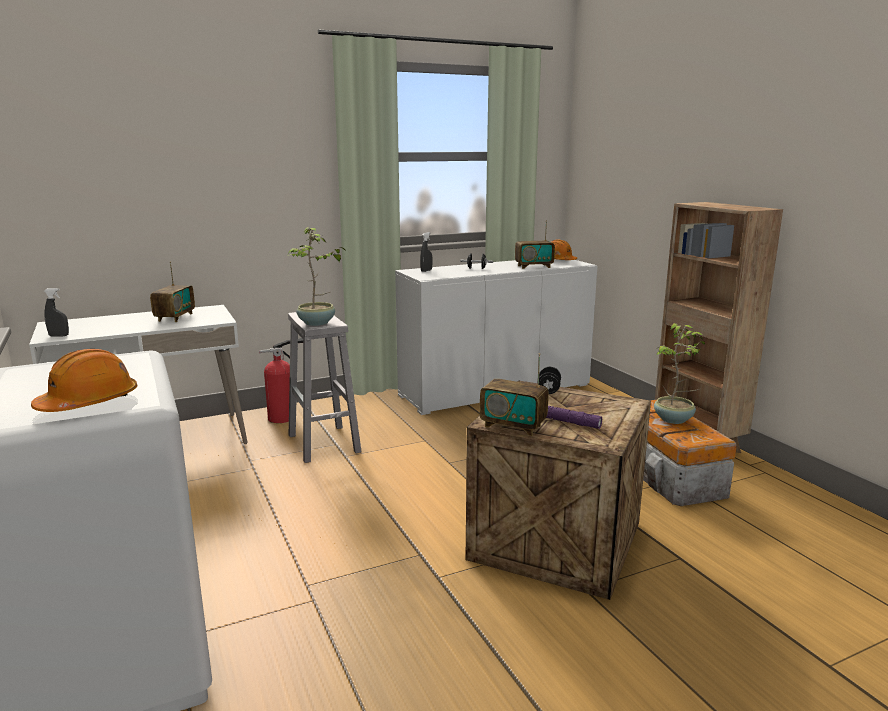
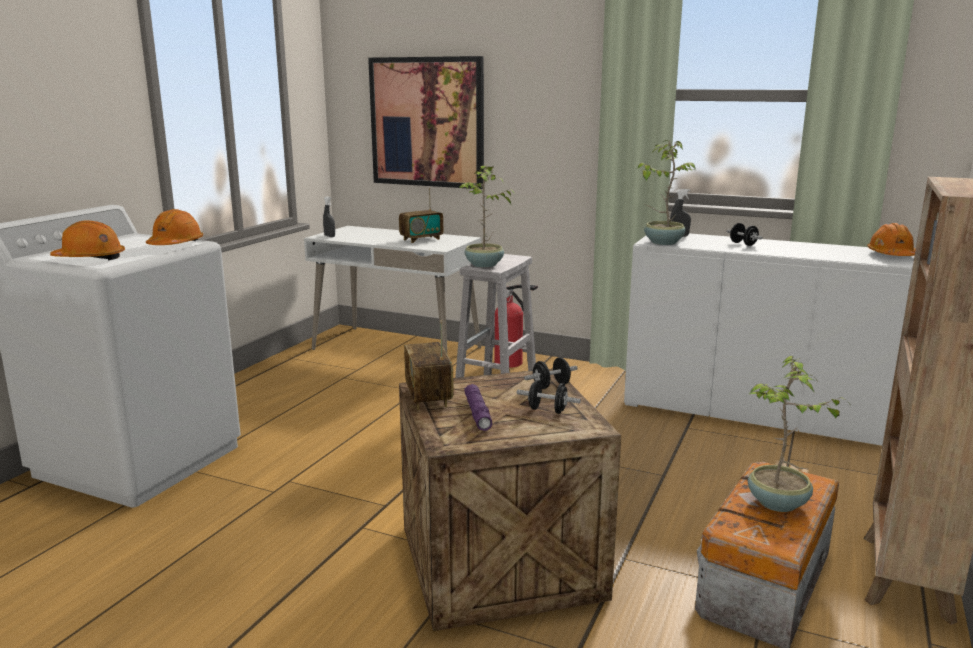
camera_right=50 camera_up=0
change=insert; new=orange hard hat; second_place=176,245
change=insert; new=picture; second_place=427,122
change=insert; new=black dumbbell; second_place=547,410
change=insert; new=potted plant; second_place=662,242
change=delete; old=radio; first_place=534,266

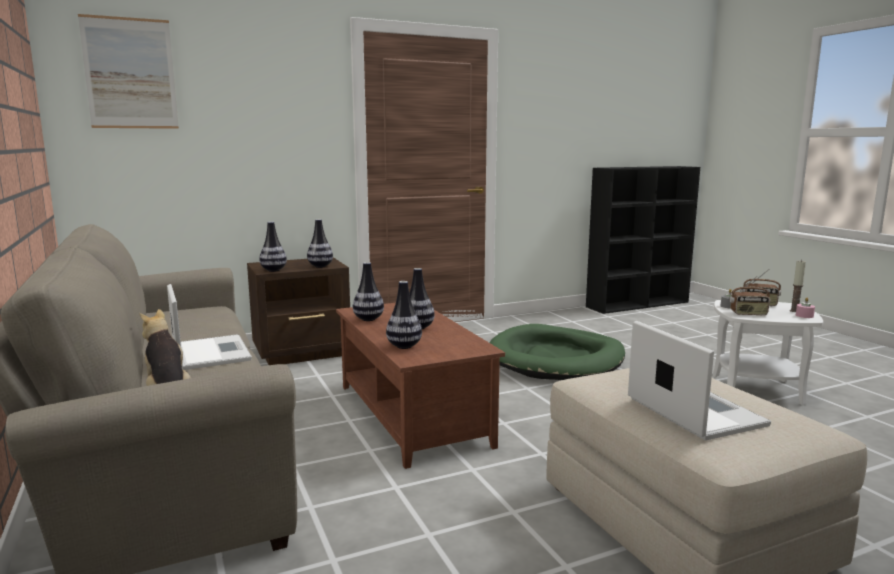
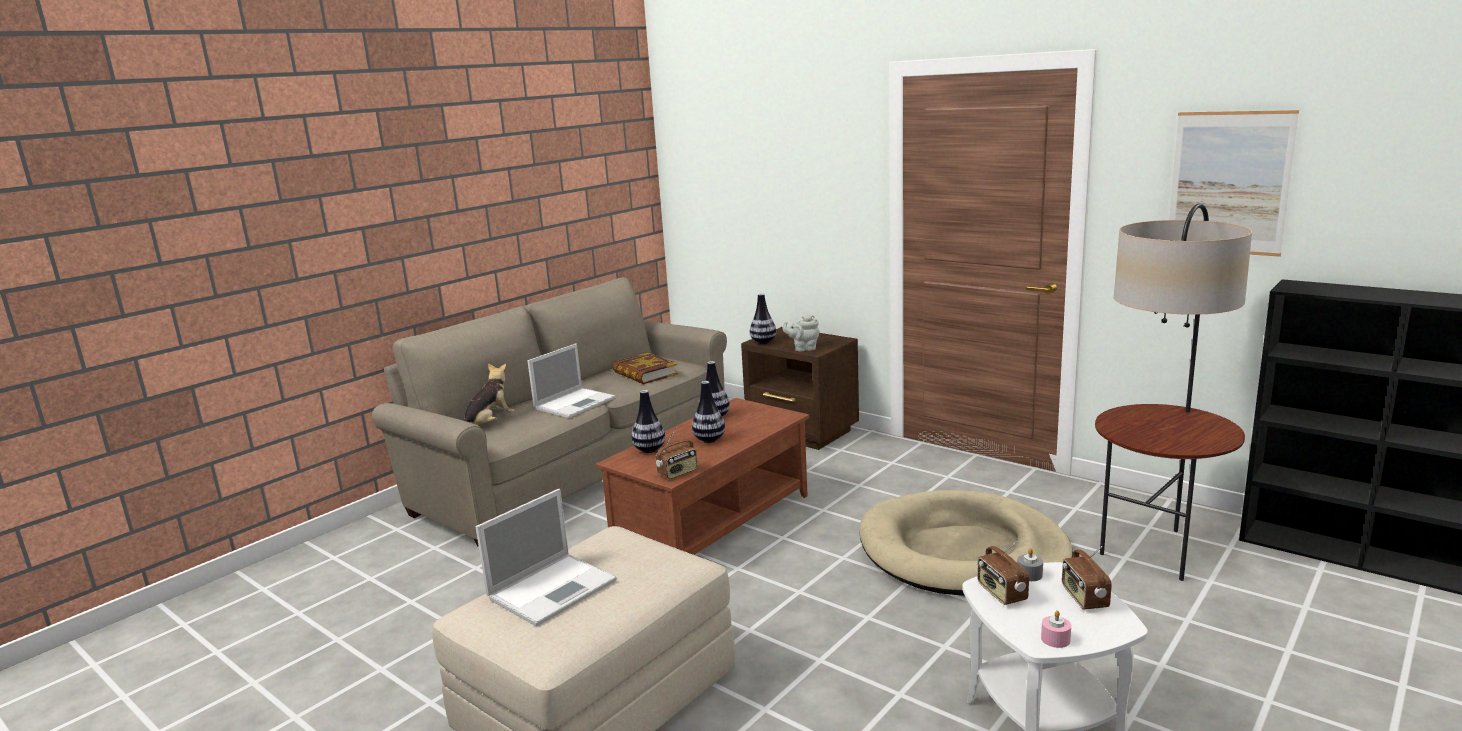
camera_right=65 camera_up=5
change=insert; new=book; second_place=645,374
change=insert; new=radio; second_place=678,473
change=replace; old=vase; new=grey teapot; first_place=320,266; second_place=803,348
change=recolor; old=green dog bed; new=beige dog bed; first_place=555,359; second_place=962,551
change=insert; new=floor lamp; second_place=1156,550
change=move; old=picture; first_place=130,73; second_place=1229,183
change=delete; old=candle; first_place=794,311

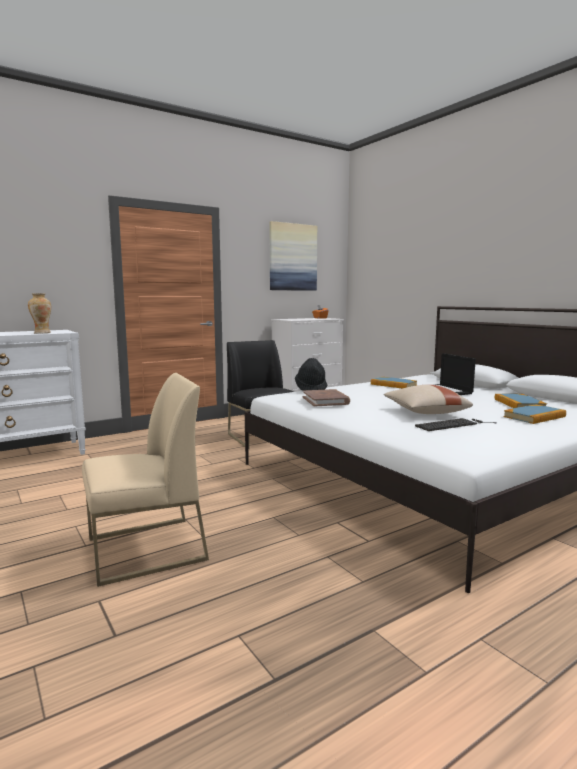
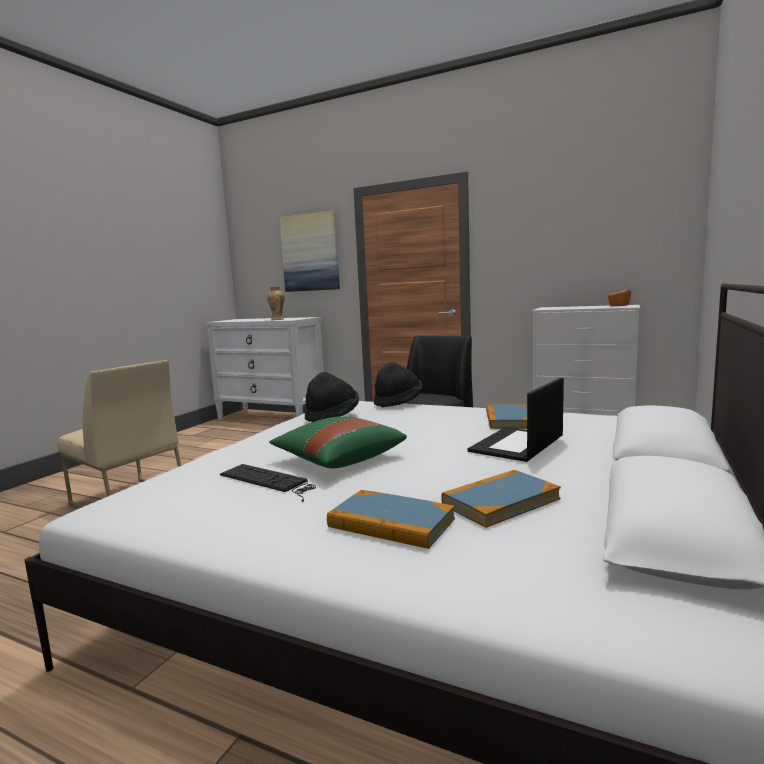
camera_right=60 camera_up=0
change=recolor; old=beige pillow; new=green pillow; first_place=425,412; second_place=338,459
change=move; old=picture; first_place=292,257; second_place=310,253
change=replace; old=brown book; new=black hat; first_place=325,400; second_place=332,416

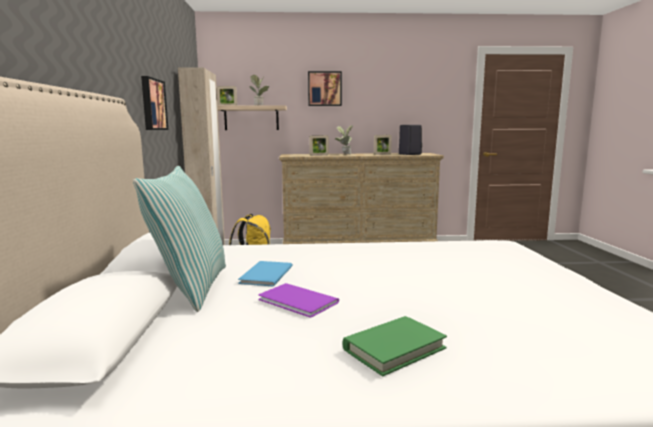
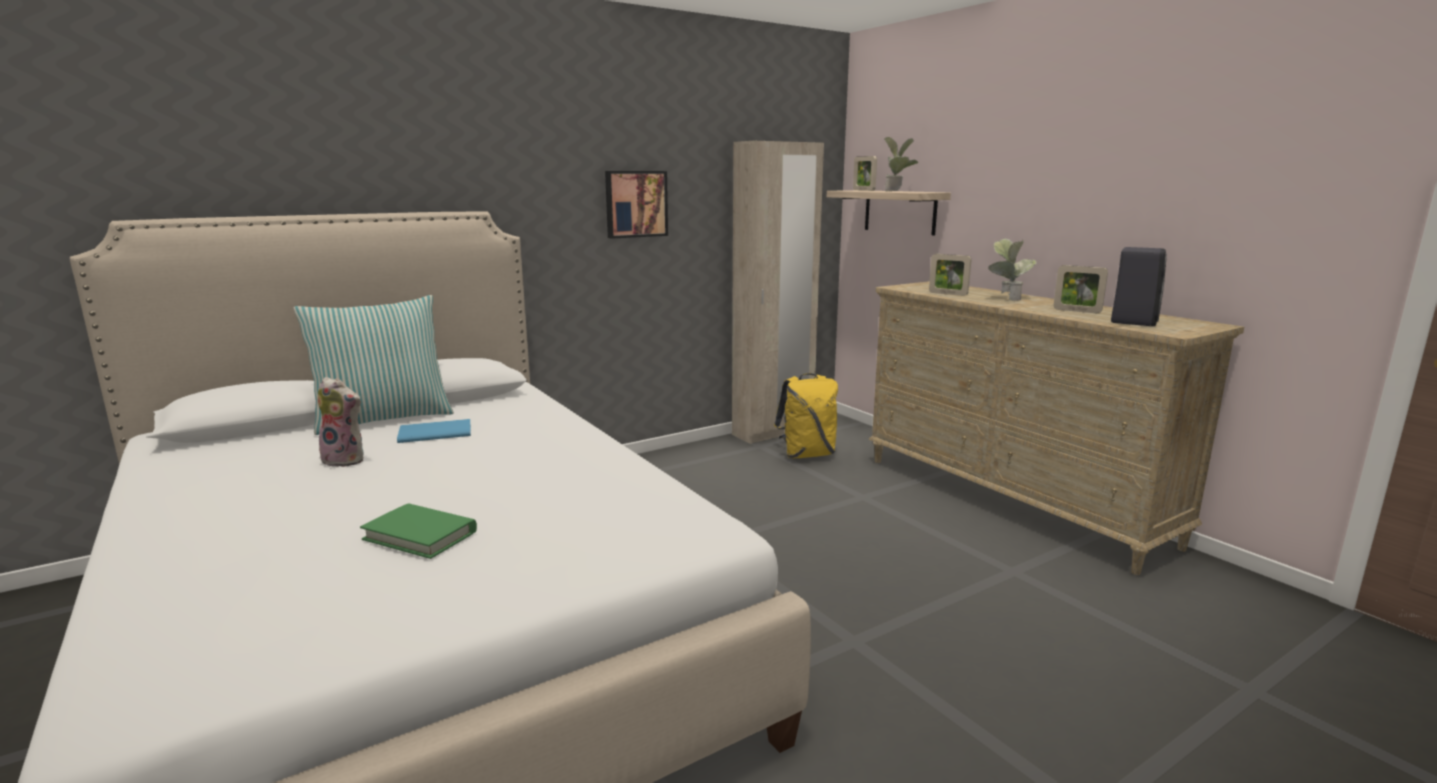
camera_right=60 camera_up=5
change=replace; old=purple book; new=plush toy; first_place=298,302; second_place=347,460
change=move; old=green book; first_place=394,349; second_place=420,535
change=delete; old=picture; first_place=324,89

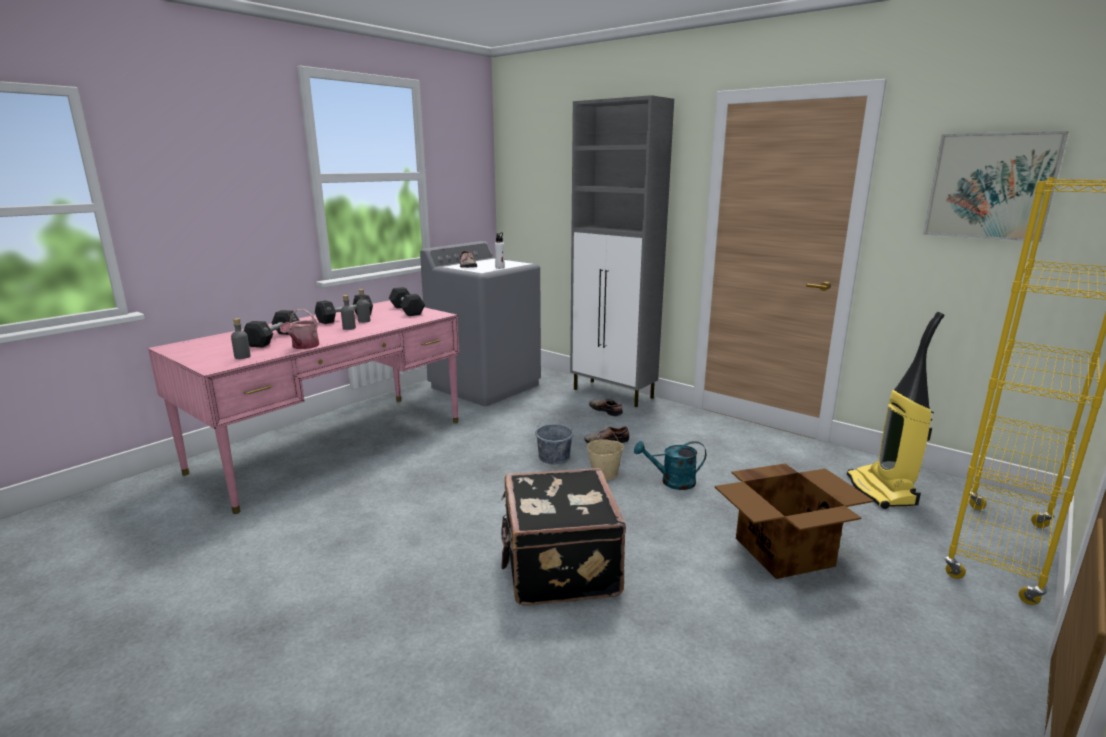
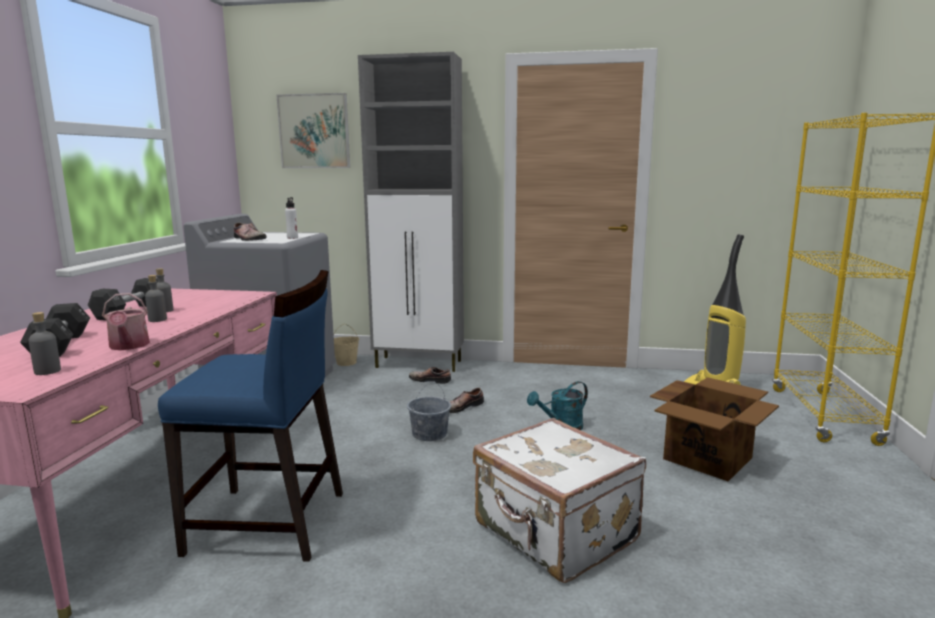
camera_right=-30 camera_up=-5
change=insert; new=blue chair; second_place=268,523
change=move; old=picture; first_place=990,186; second_place=314,131
change=move; old=beige bucket; first_place=605,474; second_place=346,363
change=recolor; old=black suitcase; new=white suitcase; first_place=558,567; second_place=554,534
change=delete; old=black dumbbell; first_place=407,310

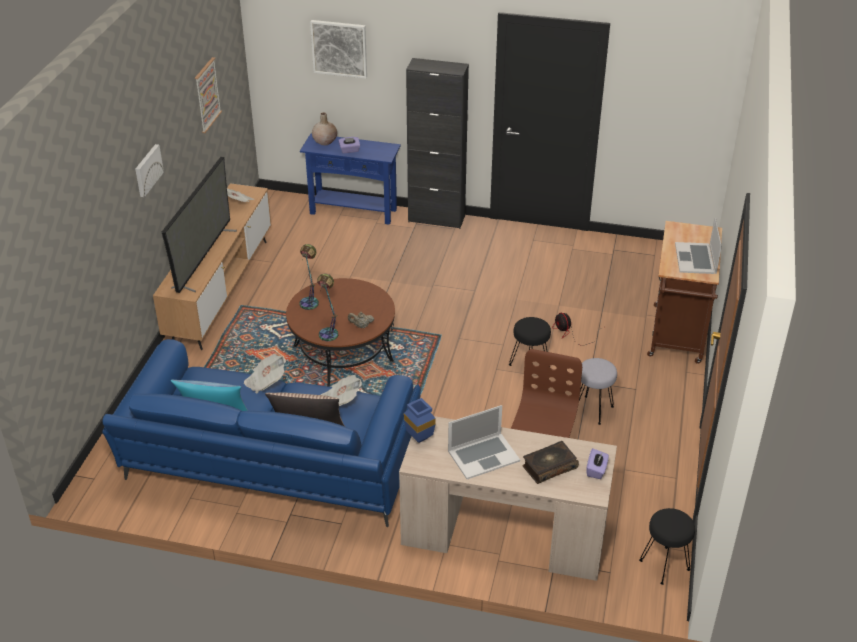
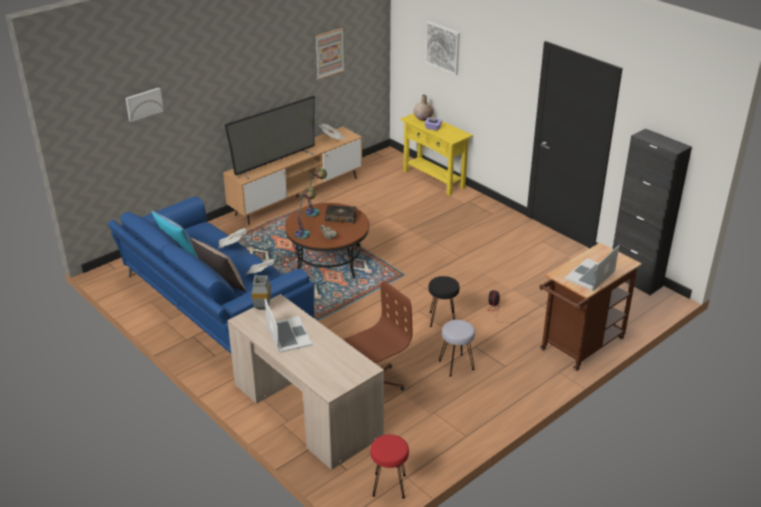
camera_right=35 camera_up=-5
change=move; old=picture; first_place=147,170; second_place=143,104
change=recolor; old=blue vase; new=grey vase; first_place=418,438; second_place=262,307
change=rotate; old=laptop; first_place=483,455; second_place=288,335; degrees=-120
change=move; old=book; first_place=549,467; second_place=341,217
change=recolor; old=black stool; new=red stool; first_place=664,566; second_place=389,486
change=recolor; old=blue console table; new=yellow console table; first_place=353,211; second_place=434,179
change=move; old=black cabinet; first_place=436,219; second_place=635,280
change=delete; old=purple tissue box; first_place=596,470

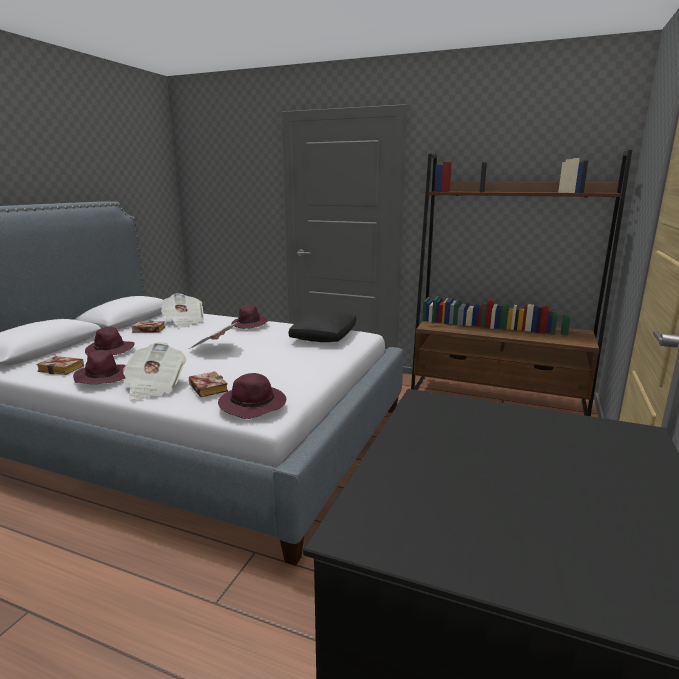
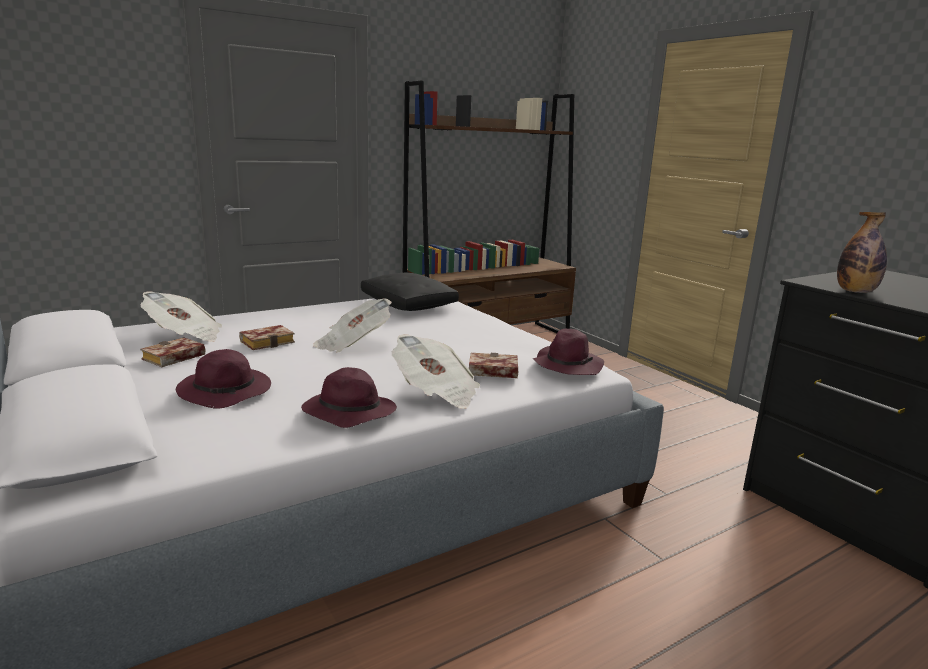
camera_right=-55 camera_up=0
change=move; old=book; first_place=63,369; second_place=268,341
change=insert; new=bottle; second_place=855,292
change=delete; old=purple hat; first_place=249,325

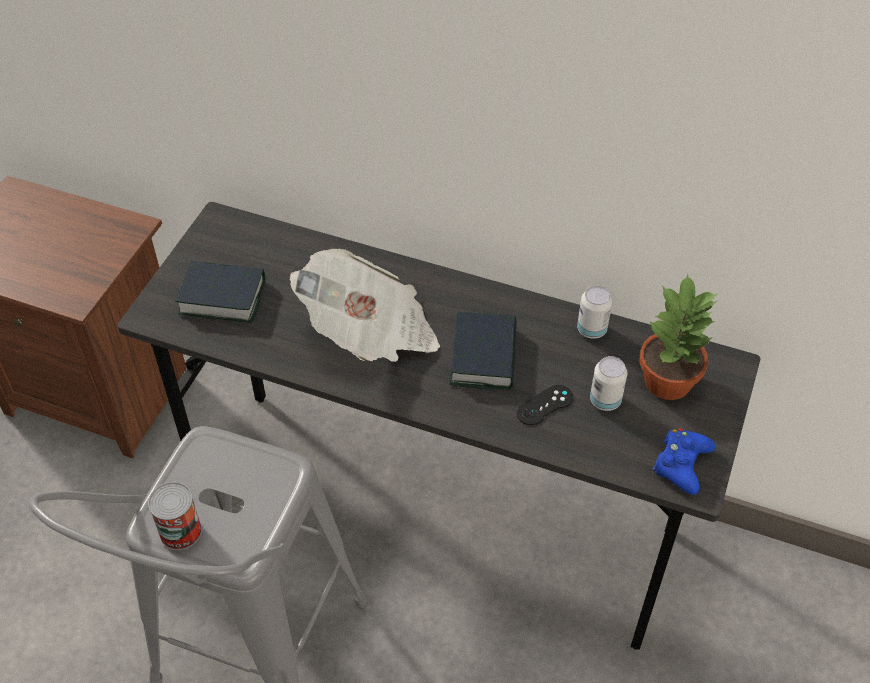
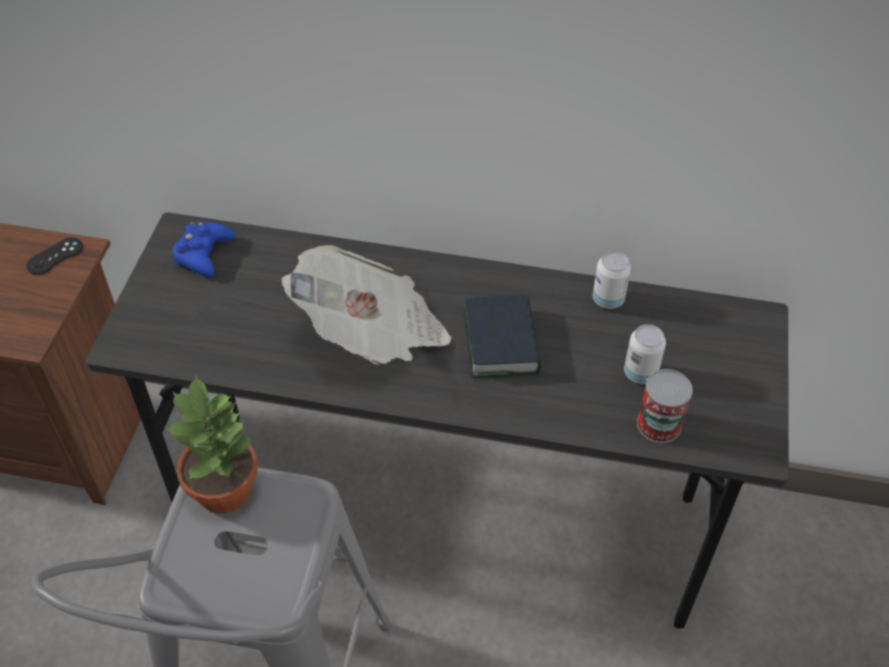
camera_right=-10 camera_up=0
change=move; old=black game controller; first_place=544,405; second_place=55,256
change=move; old=potted plant; first_place=669,381; second_place=225,489
change=move; old=blue game controller; first_place=681,464; second_place=203,254
change=move; old=can; first_place=180,531; second_place=659,424
change=delete; old=book; first_place=222,297

